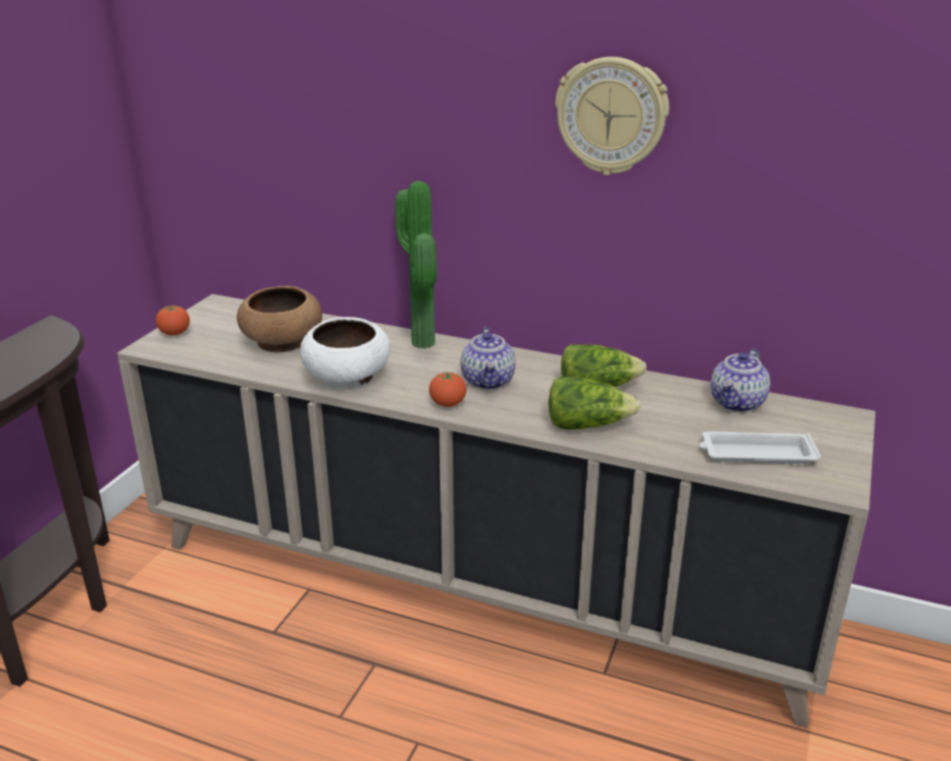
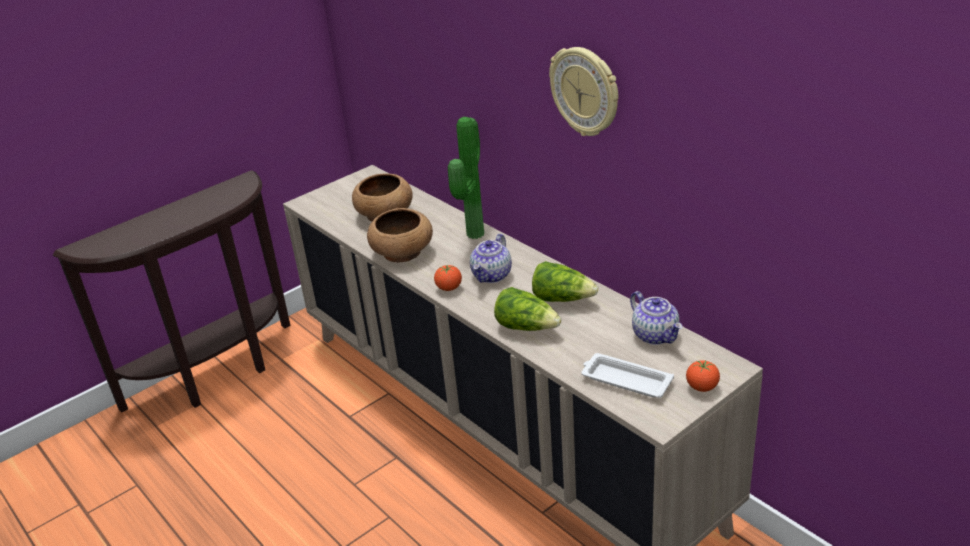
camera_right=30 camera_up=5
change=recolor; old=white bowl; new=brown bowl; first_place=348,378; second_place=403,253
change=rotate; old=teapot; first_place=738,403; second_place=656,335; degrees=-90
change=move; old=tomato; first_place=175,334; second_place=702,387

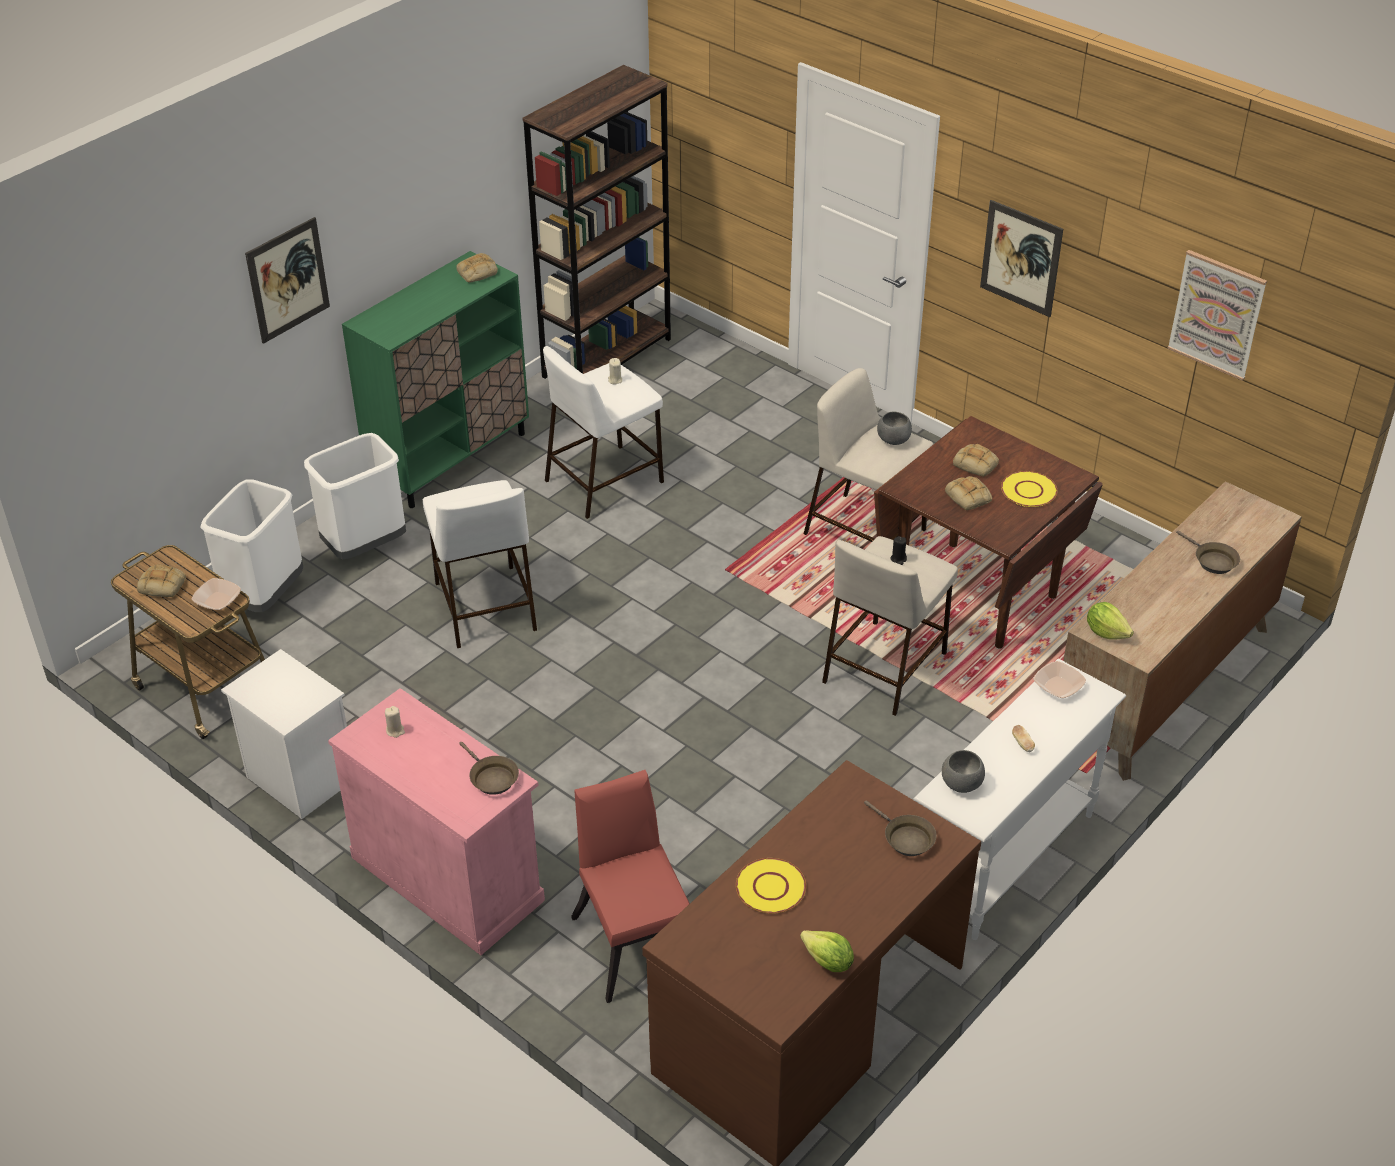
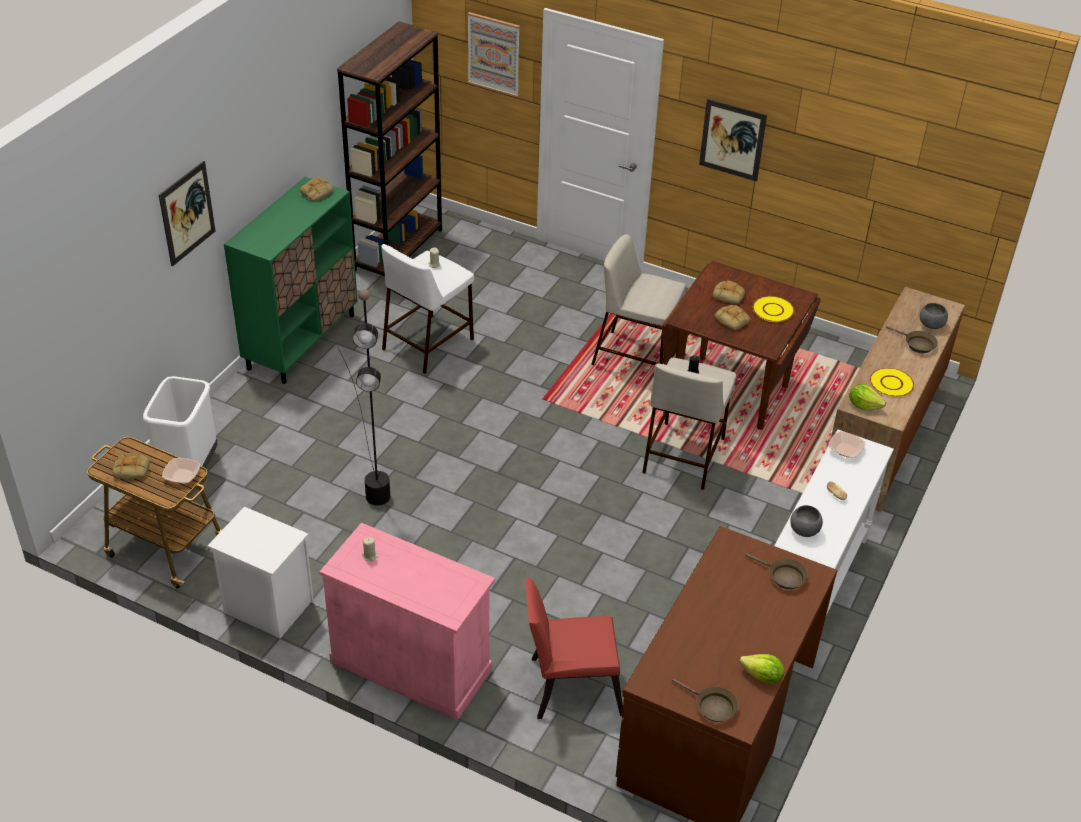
camera_right=-15 camera_up=0
change=replace; old=white stool; new=black floor lamp; first_place=484,605; second_place=367,451
change=move; old=picture; first_place=1217,314; second_place=494,54
change=rotate; old=red chair; first_place=635,937; second_place=569,685; degrees=-60
change=move; old=brown frying pan; first_place=491,778; second_place=712,707
change=move; old=yellow plate; first_place=770,887; second_place=891,383
change=move; old=grey bowl; first_place=893,440; second_place=931,325
change=delete; old=white trash can; first_place=364,546

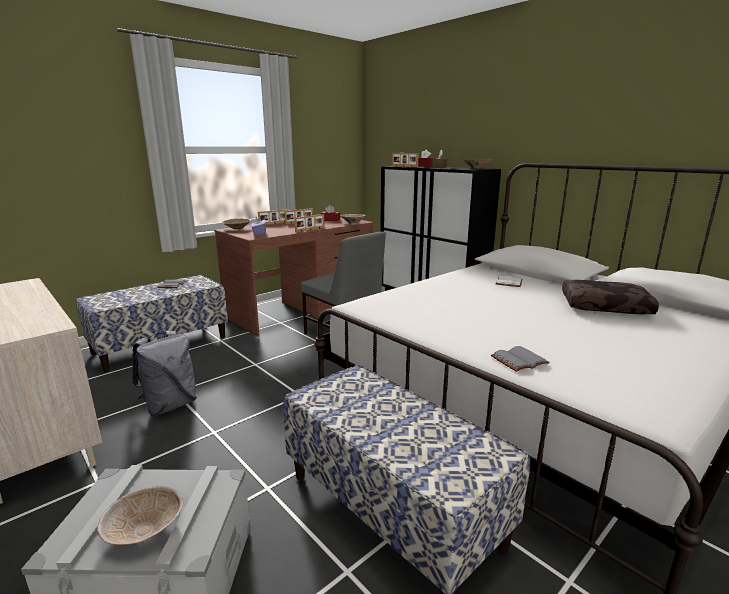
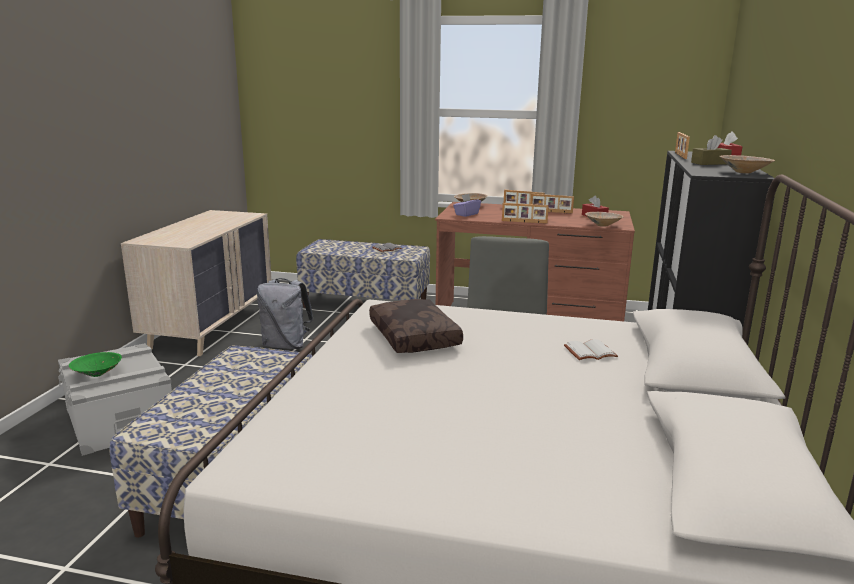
camera_right=55 camera_up=0
change=recolor; old=beige bowl; new=green bowl; first_place=143,529; second_place=97,373
change=move; old=brown pillow; first_place=605,306; second_place=415,337
change=delete; old=grey book; first_place=519,361

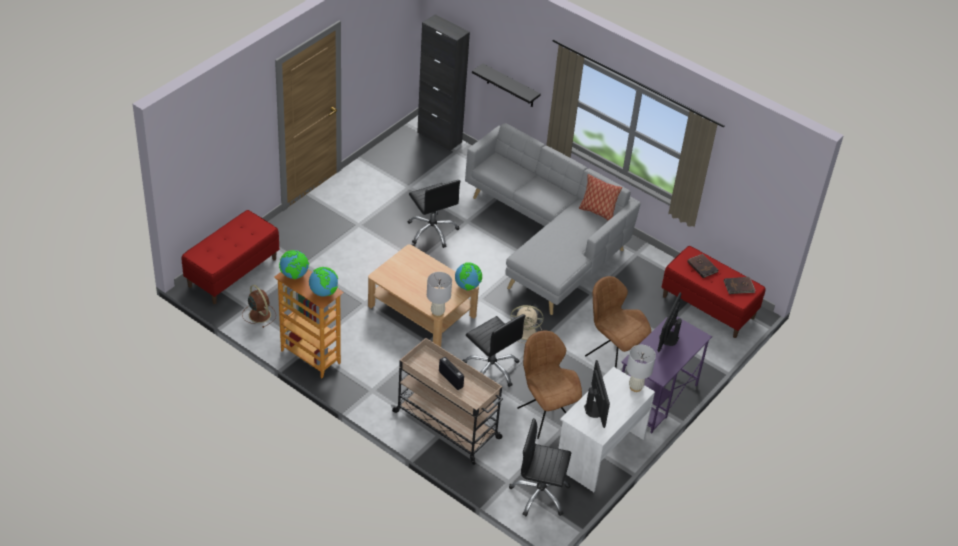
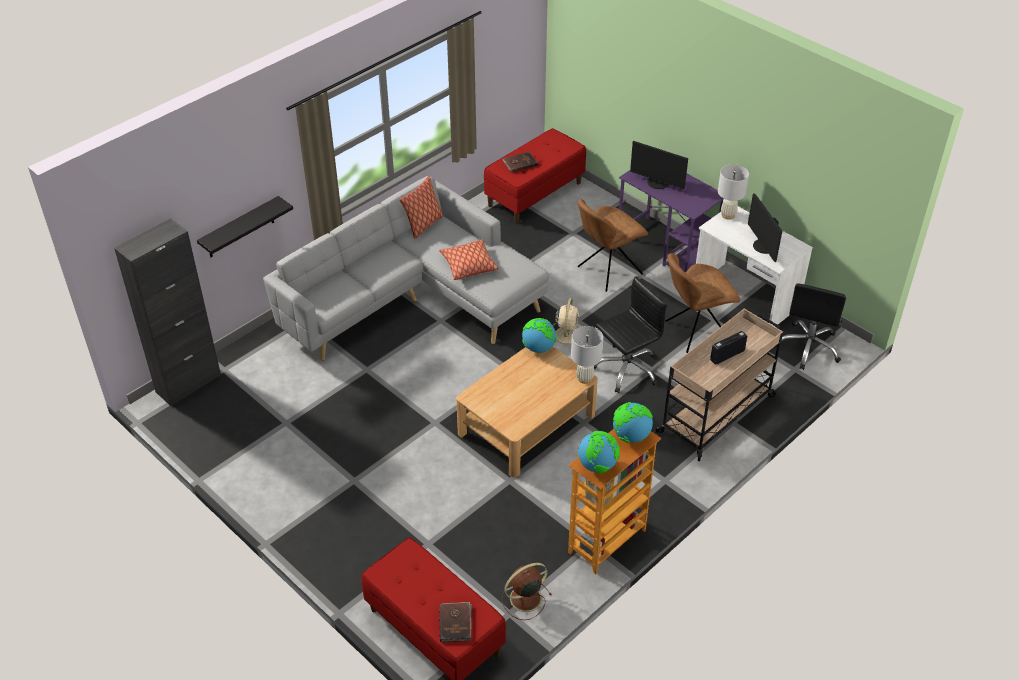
camera_right=-80 camera_up=0
change=insert; new=pillow; second_place=468,265
change=move; old=brown book; first_place=739,287; second_place=455,623
change=rotate; old=monitor; first_place=595,409; second_place=763,246; degrees=-105
change=delete; old=black office chair; first_place=432,231

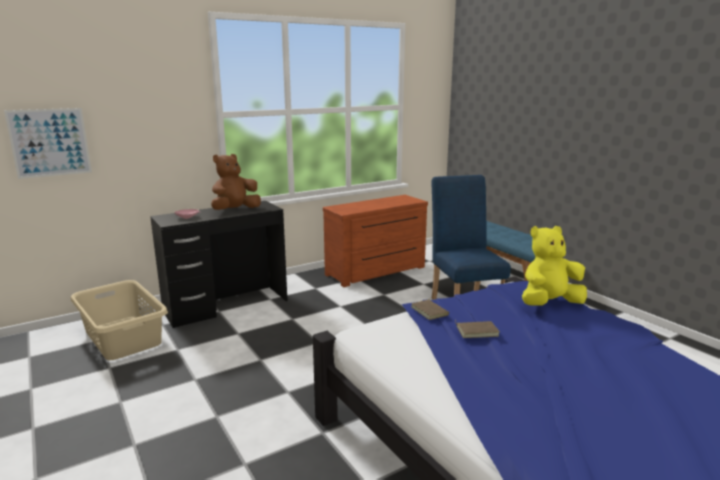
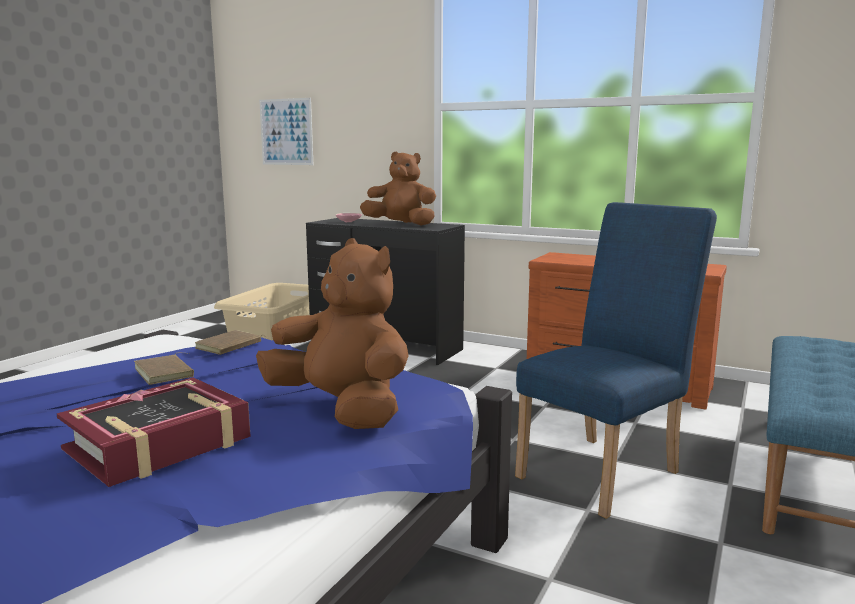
camera_right=60 camera_up=-5
change=insert; new=book; second_place=159,444
change=recolor; old=yellow plush toy; new=brown plush toy; first_place=549,304; second_place=342,409

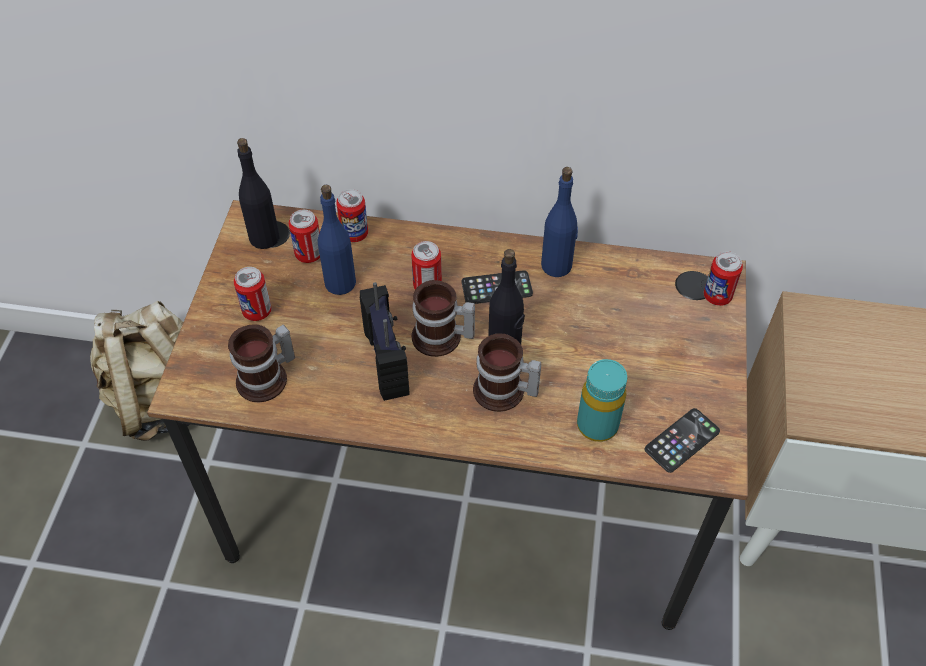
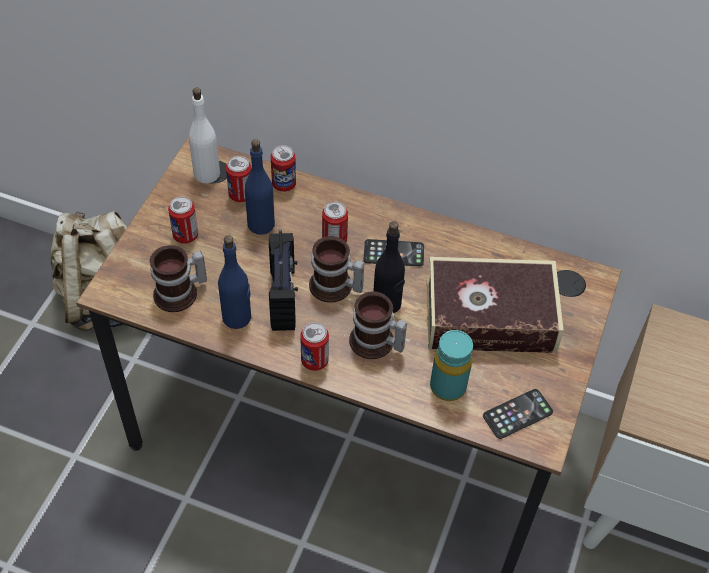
camera_right=10 camera_up=0
change=recolor; old=black bottle; new=white bottle; first_place=264,237; second_place=207,173
change=move; old=blue bottle; first_place=557,265; second_place=237,317
change=move; old=can; first_place=717,296; second_place=314,361
change=insert; new=book; second_place=490,316

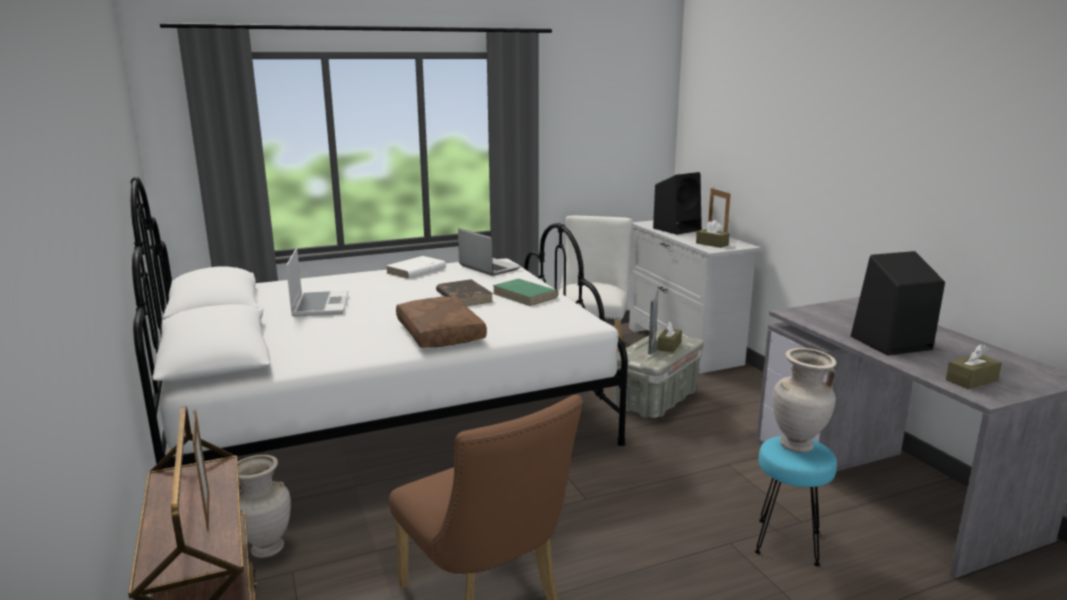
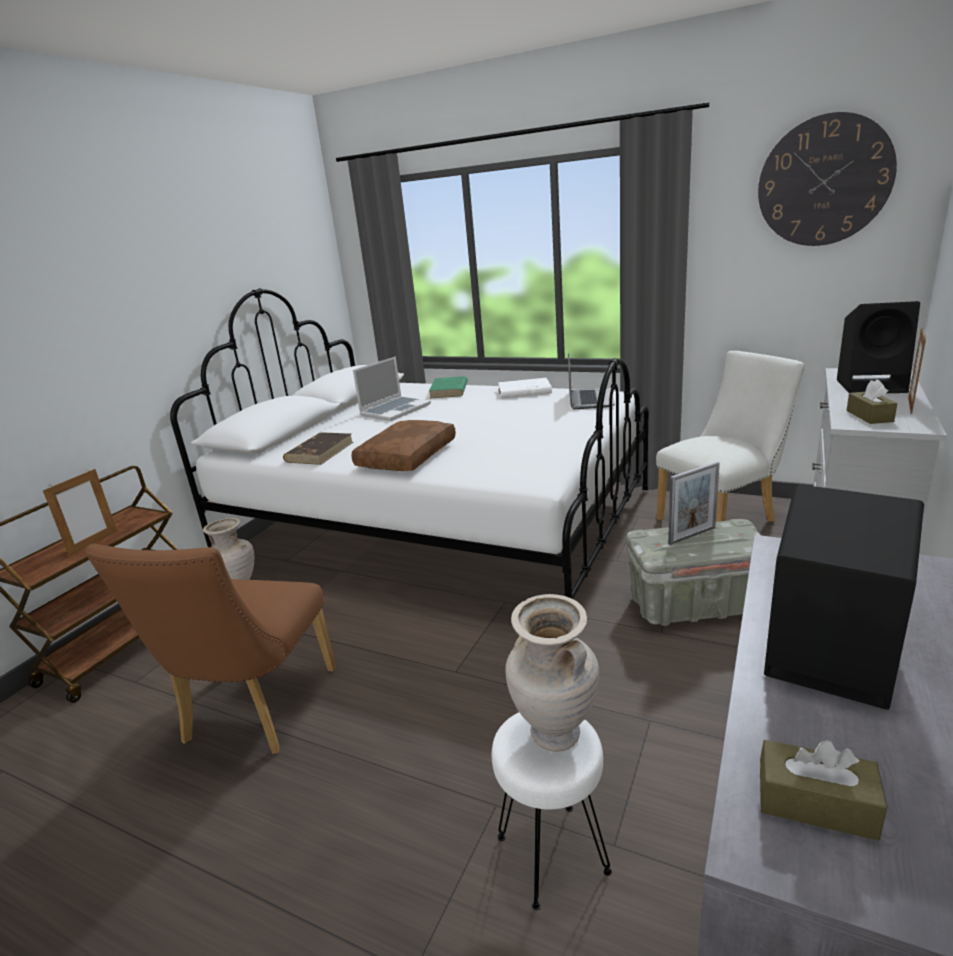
camera_right=50 camera_up=5
change=move; old=brown book; first_place=464,297; second_place=320,451
change=move; old=green book; first_place=525,295; second_place=449,390
change=recolor; old=turquoise stool; new=white stool; first_place=786,542; second_place=552,852
change=insert; new=wall clock; second_place=824,181
change=delete; old=brown tissue box; first_place=669,346

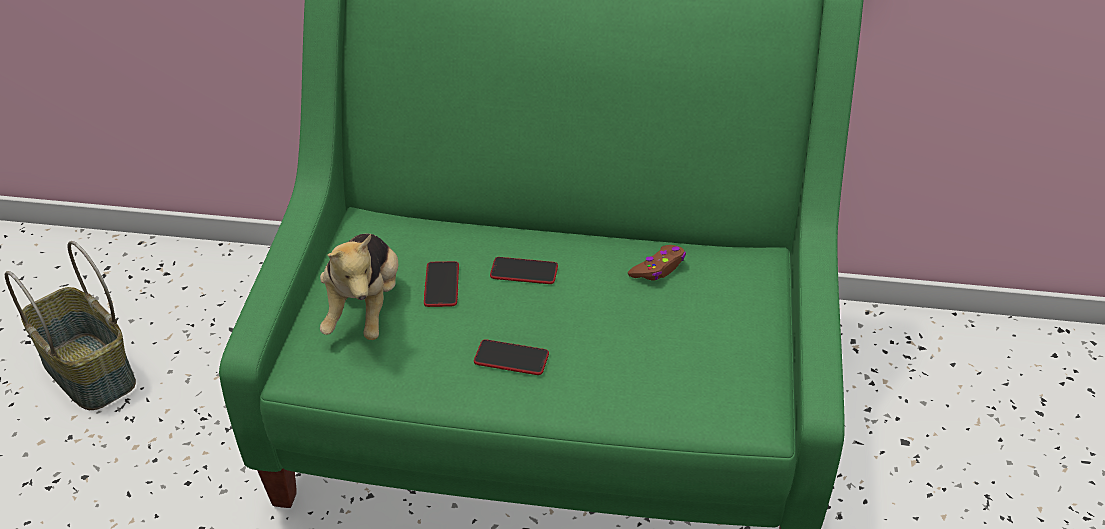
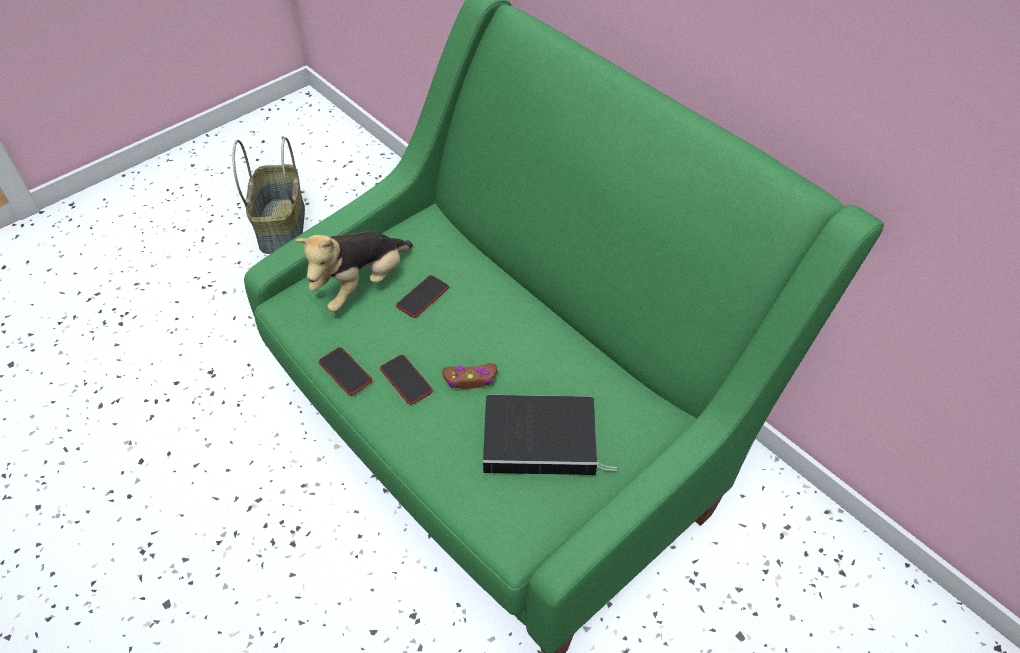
camera_right=40 camera_up=10
change=move; old=phone; first_place=524,272; second_place=345,371
change=move; old=brown game controller; first_place=658,269; second_place=470,379
change=insert; new=book; second_place=543,439

